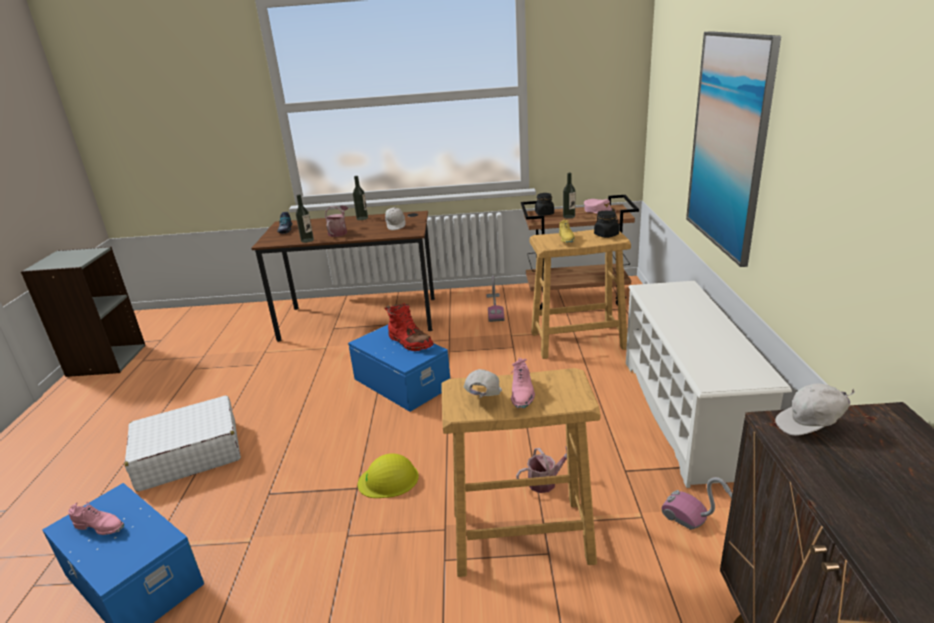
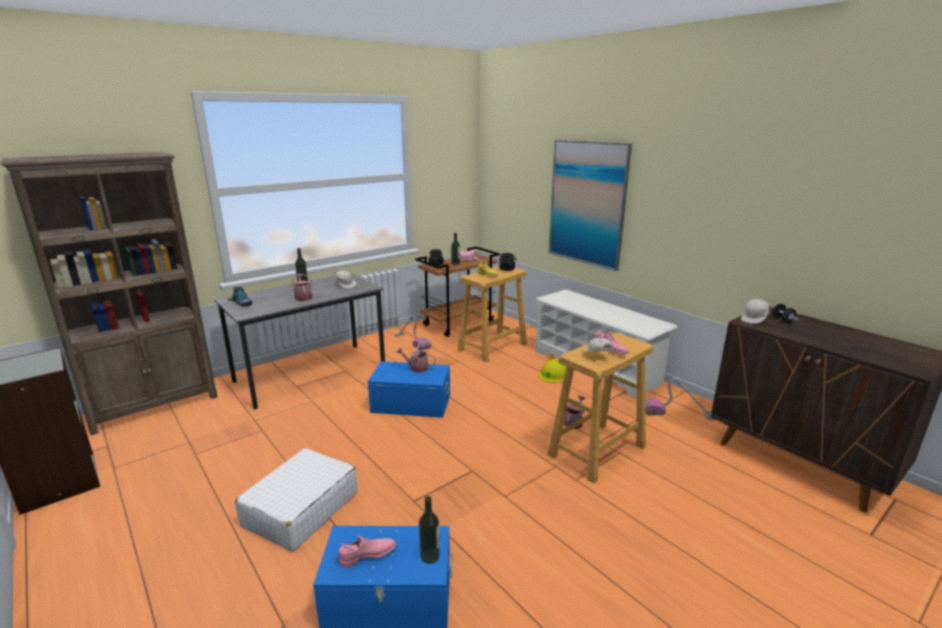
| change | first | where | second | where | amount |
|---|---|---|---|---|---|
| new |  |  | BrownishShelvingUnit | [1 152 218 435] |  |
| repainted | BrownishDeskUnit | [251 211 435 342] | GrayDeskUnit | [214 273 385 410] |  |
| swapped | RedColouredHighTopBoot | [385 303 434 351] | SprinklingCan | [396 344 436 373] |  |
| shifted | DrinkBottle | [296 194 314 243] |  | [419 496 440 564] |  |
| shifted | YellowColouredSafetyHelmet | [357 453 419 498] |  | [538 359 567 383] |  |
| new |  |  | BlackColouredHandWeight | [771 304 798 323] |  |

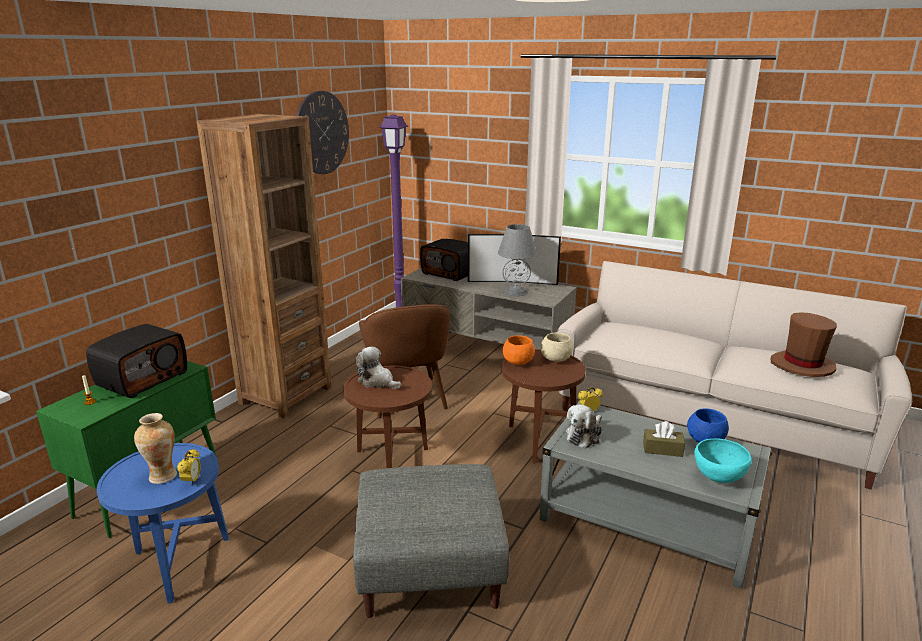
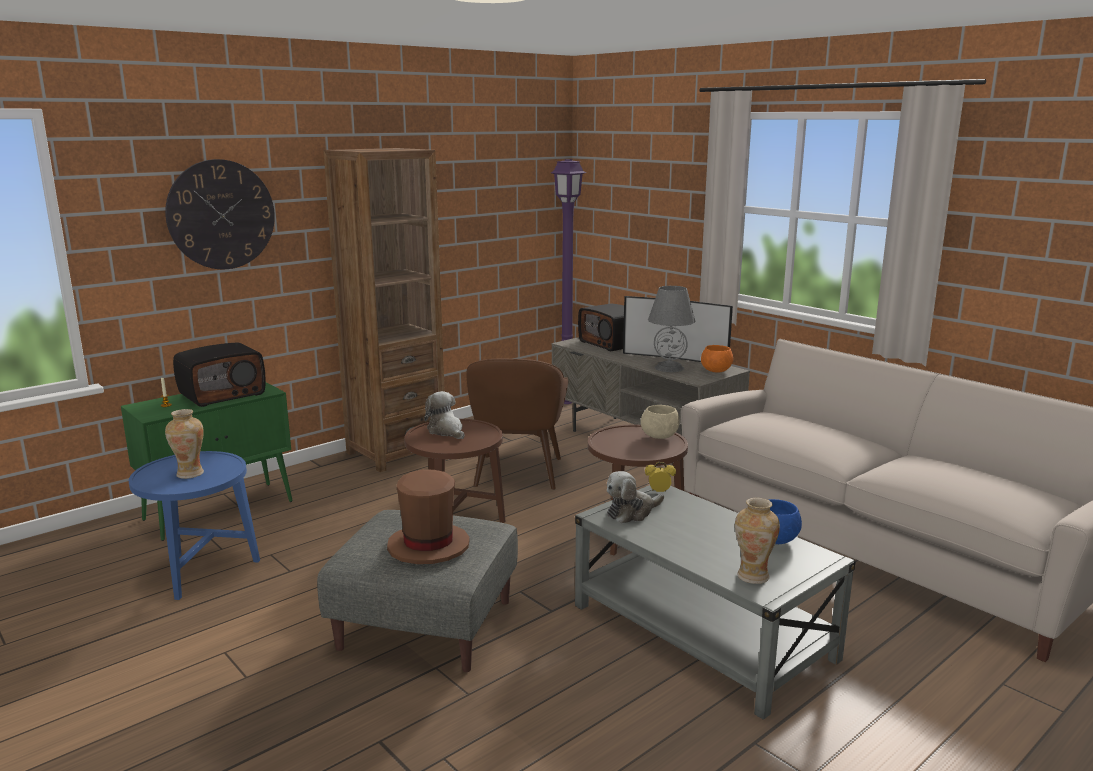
| change | first | where | second | where | amount |
|---|---|---|---|---|---|
| shifted | ClockOnTheWall | [296 91 349 174] |  | [165 159 275 269] |  |
| shifted | BrownishWearableHat | [770 313 837 377] |  | [387 469 470 564] |  |
| shifted | OrangeColouredServingBowl | [503 335 535 365] |  | [701 345 733 373] |  |
| swapped | TurquoiseColouredServingBowl | [694 438 752 483] | Vase | [735 498 780 584] |  |
| gone | AlarmClock | [177 449 201 485] |  |  |  |
| gone | BrownishTissueHolder | [643 421 685 457] |  |  |  |

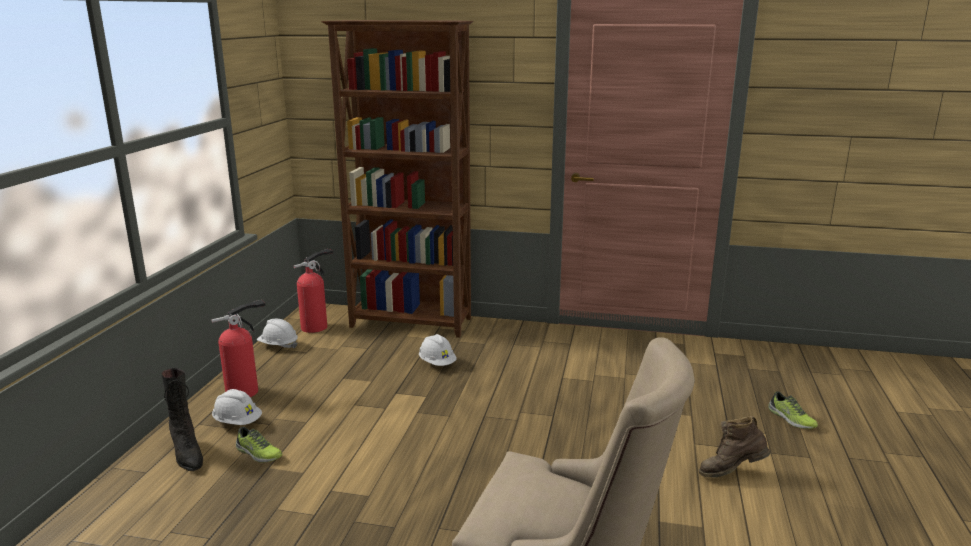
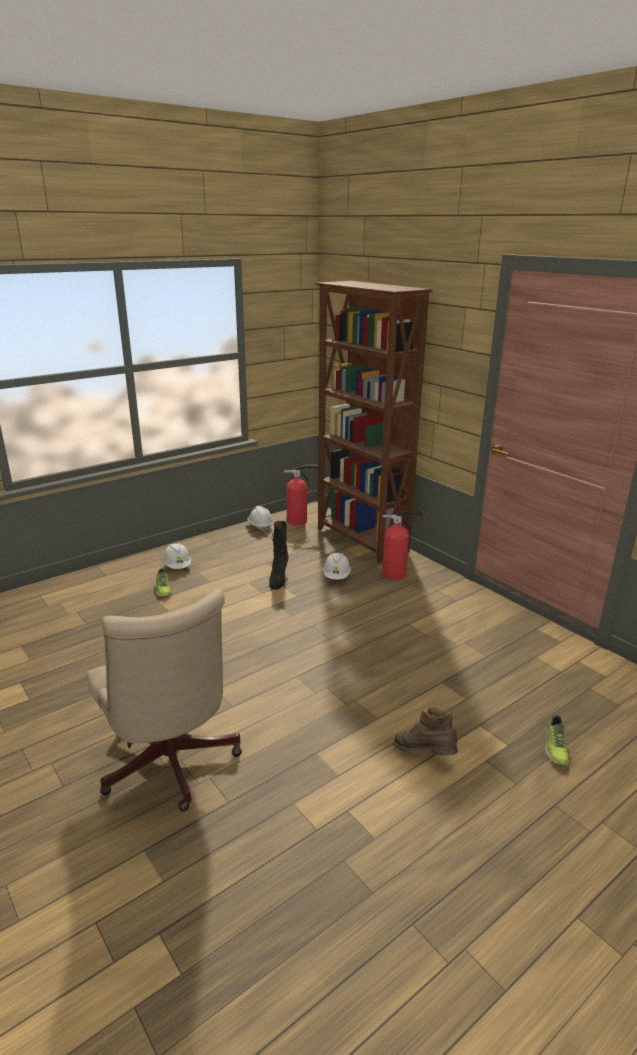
| change | first | where | second | where | amount |
|---|---|---|---|---|---|
| shifted | BlackColouredHighTopBoot | [161 368 203 472] |  | [269 521 288 590] |  |
| shifted | FireFightingCylinder | [211 300 266 397] |  | [382 510 423 580] |  |

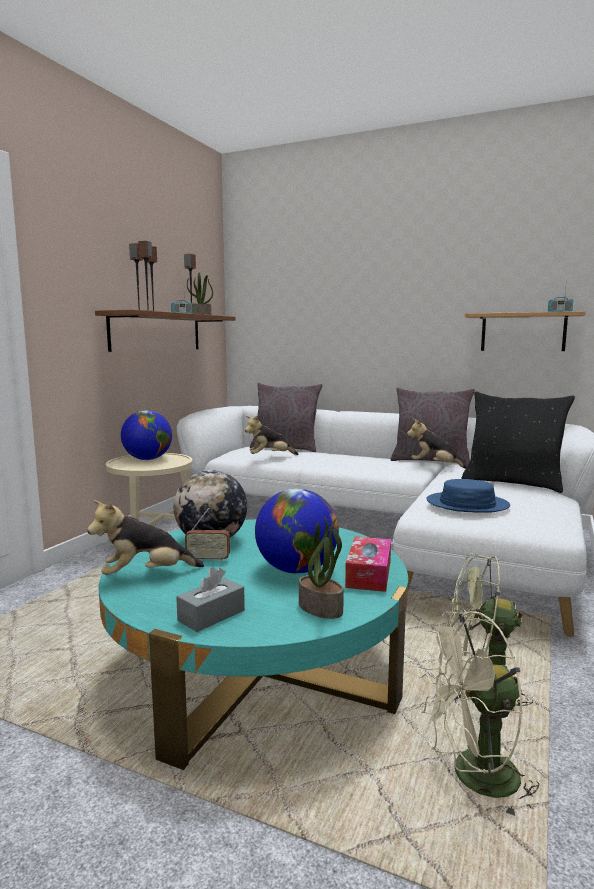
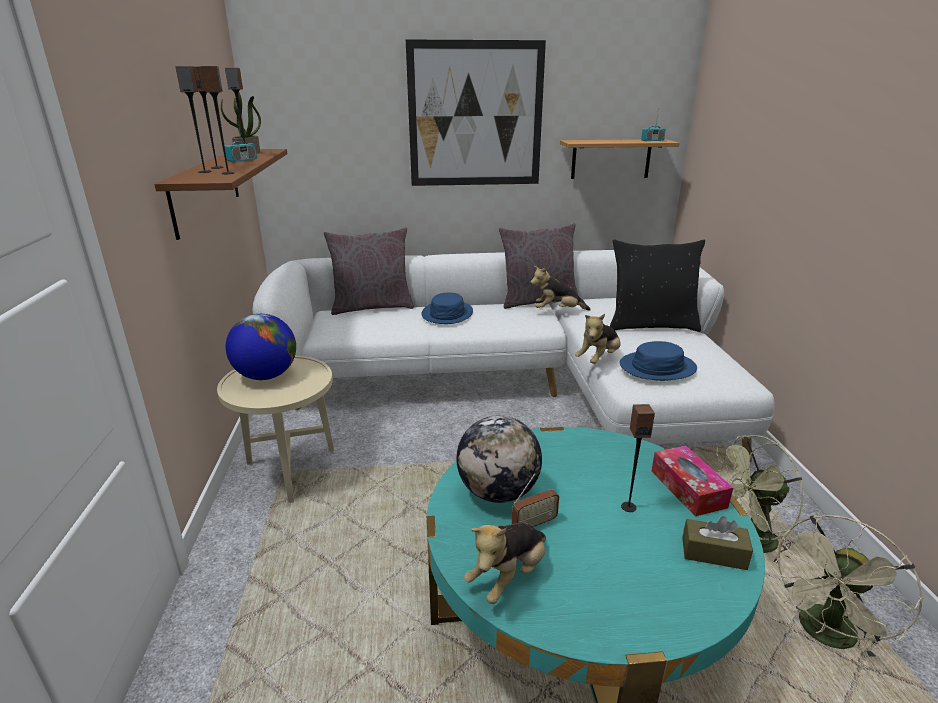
| change | first | where | second | where | amount |
|---|---|---|---|---|---|
| new |  |  | Picture | [406 40 546 186] |  |
| new |  |  | BlueWearableHat | [422 293 473 324] |  |
| shifted | PlushToy | [245 416 299 455] |  | [575 314 621 364] |  |
| swapped | DeskGlobe | [255 489 339 574] | Loudspeaker | [621 404 655 512] |  |
| swapped | Houseplant | [299 516 344 619] | BrownishTissueHolder | [682 516 753 570] |  |
| gone | GrayTissueHolder | [176 567 245 632] |  |  |  |

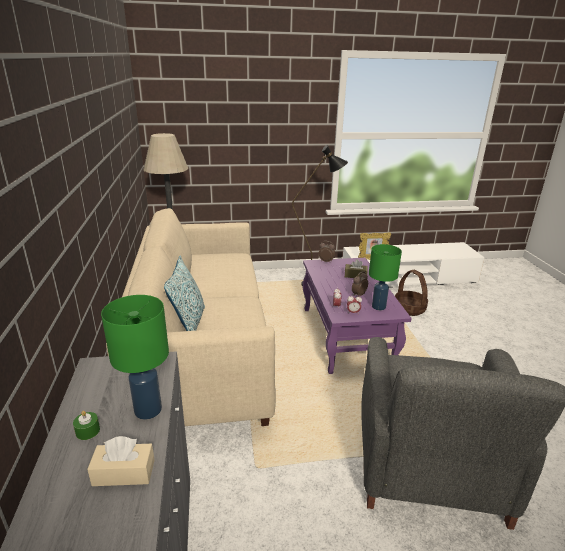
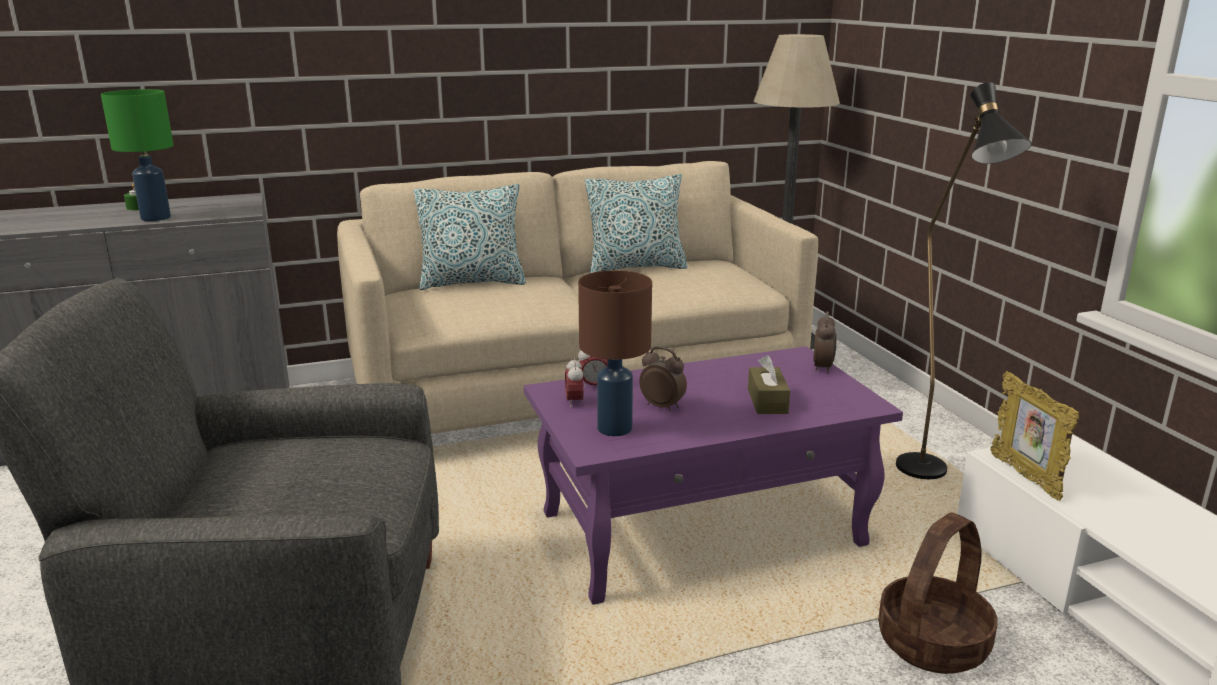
| change | first | where | second | where | amount |
|---|---|---|---|---|---|
| repainted | GreenLampForATable | [369 244 402 310] | BrownishLampForATable | [578 270 652 436] |  |
| new |  |  | ThrowPillow | [585 174 688 273] |  |
| gone | SandColouredTissueHolder | [87 436 155 486] |  |  |  |

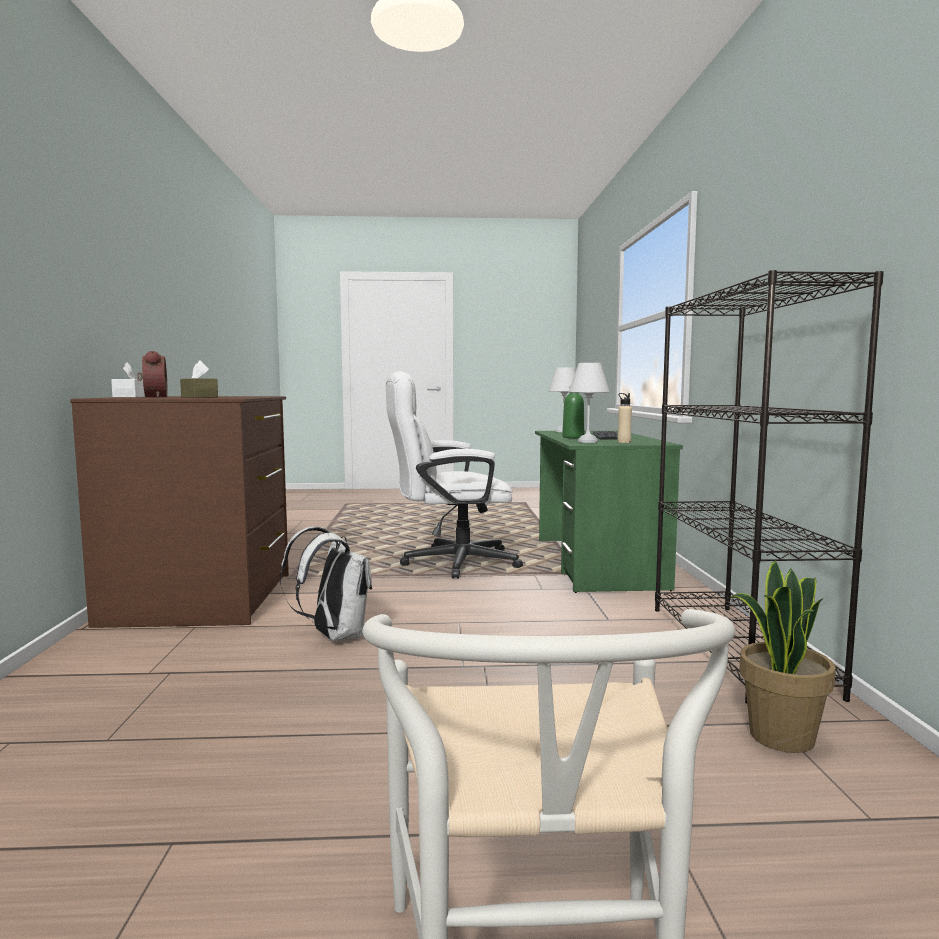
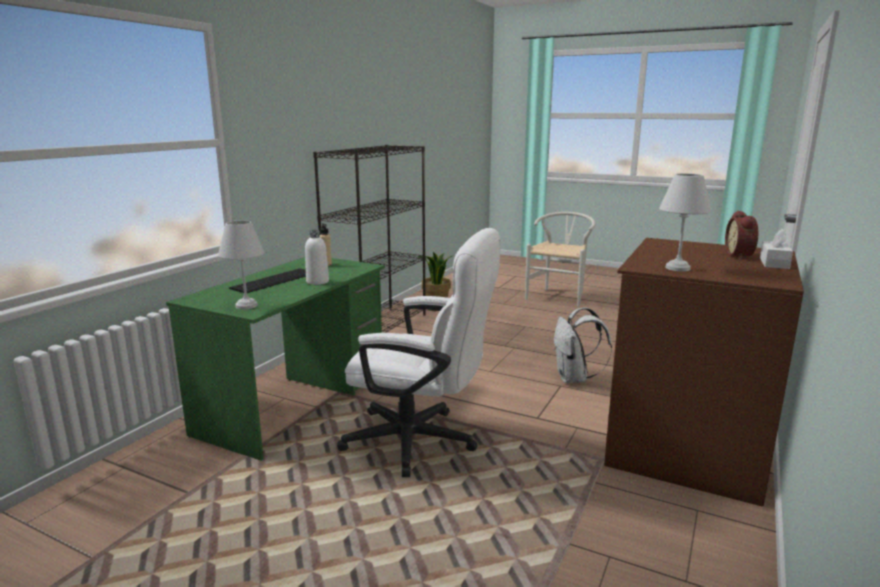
| change | first | where | second | where | amount |
|---|---|---|---|---|---|
| repainted | GreenDrinkBottle | [562 393 584 438] | WhiteDrinkBottle | [305 230 329 285] |  |
| shifted | WhiteLampForATable | [569 363 610 443] |  | [659 173 711 271] |  |
| gone | BrownishTissueHolder | [180 360 218 398] |  |  |  |

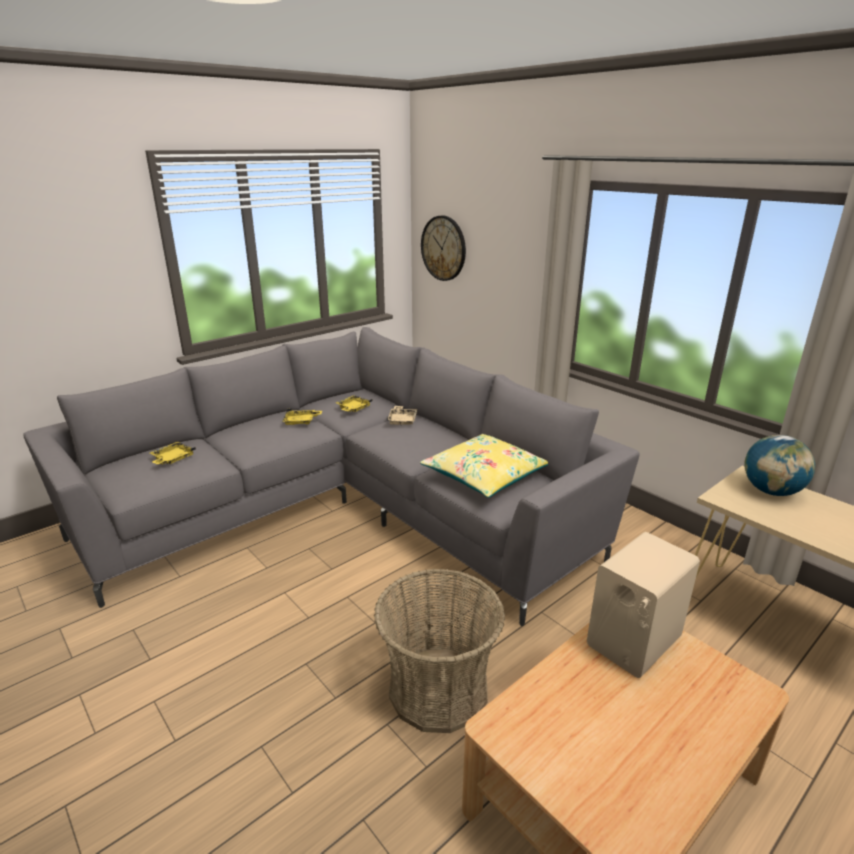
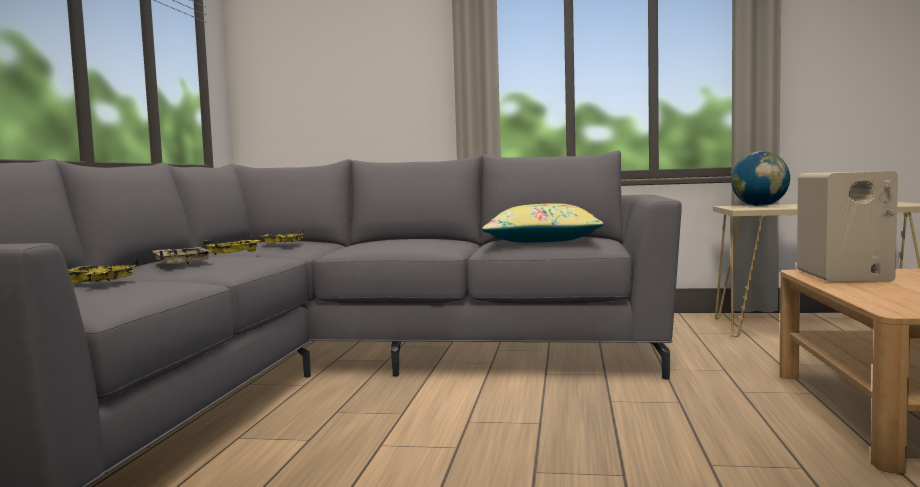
| change | first | where | second | where | amount |
|---|---|---|---|---|---|
| shifted | SandColouredCarryingTray | [387 406 417 426] |  | [152 247 212 264] |  |
| gone | Basket | [374 569 505 733] |  |  |  |
| gone | ClockOnTheWall | [421 216 466 281] |  |  |  |

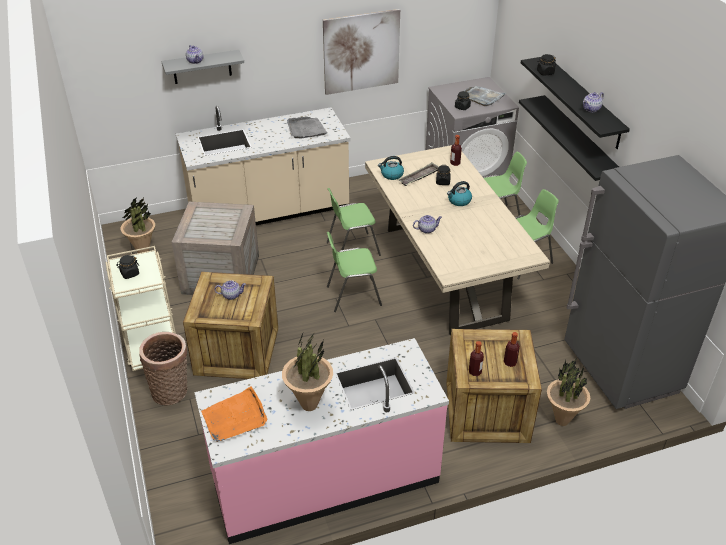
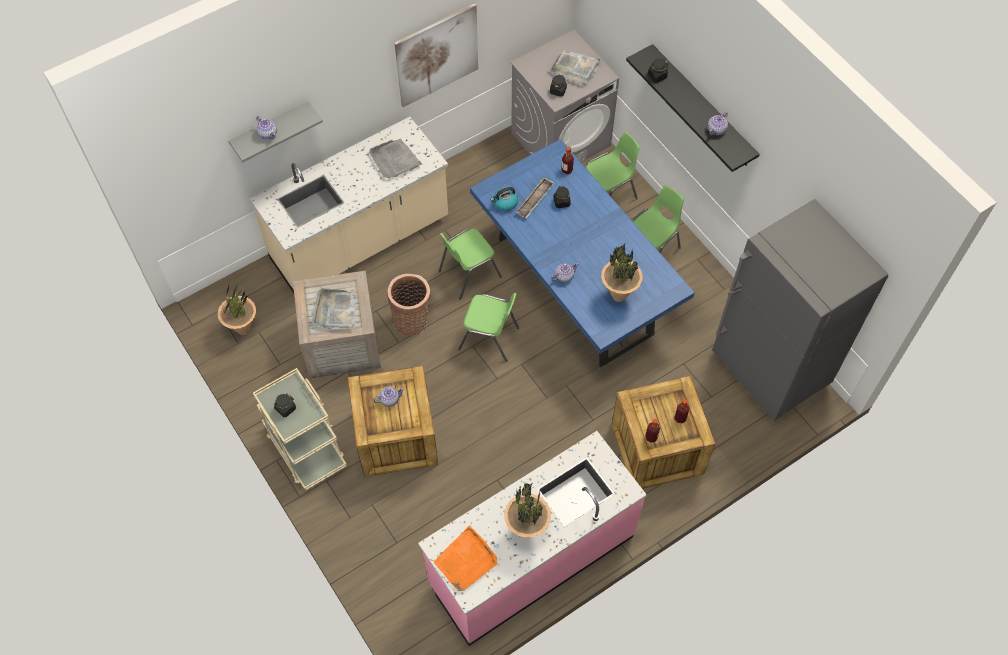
| change | first | where | second | where | amount |
|---|---|---|---|---|---|
| new |  |  | GrayCarryingTray | [312 288 356 329] |  |
| shifted | Basket | [139 332 187 405] |  | [387 274 431 337] |  |
| rotated | GreenUprightChair | [327 232 382 312] |  | [458 293 519 362] | 135 degrees counterclockwise |
| repainted | SandColouredDinnerTable | [365 145 550 335] | BlueDinnerTable | [470 139 695 367] |  |
| shifted | Houseplant | [547 358 590 426] |  | [601 244 643 302] |  |
| gone | TeaKettle | [447 181 472 206] |  |  |  |
| gone | BlackColouredWallShelf | [519 95 619 181] |  |  |  |

